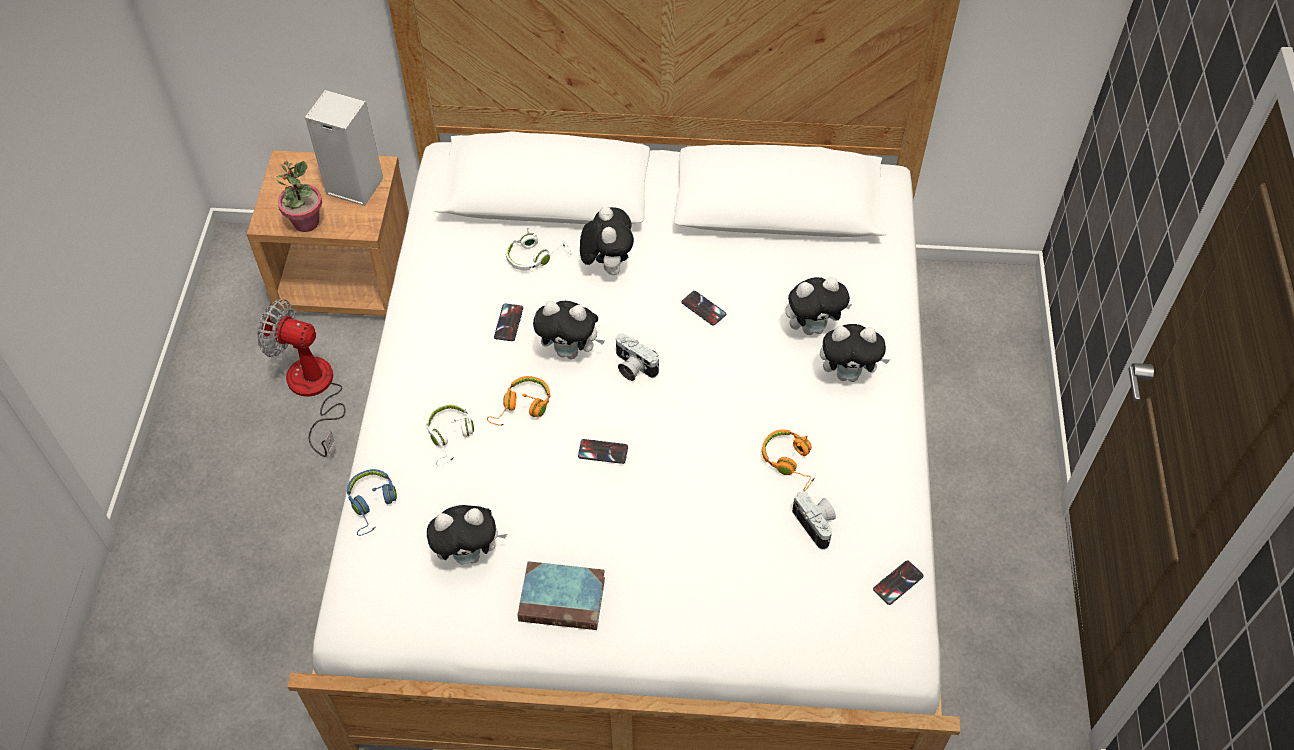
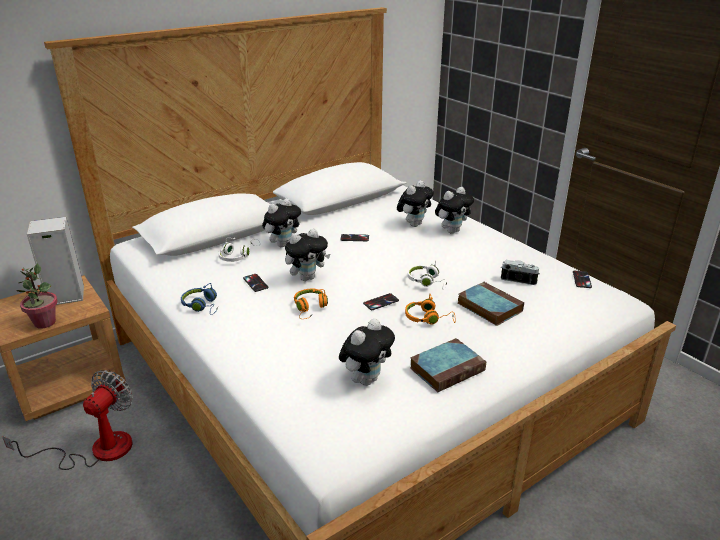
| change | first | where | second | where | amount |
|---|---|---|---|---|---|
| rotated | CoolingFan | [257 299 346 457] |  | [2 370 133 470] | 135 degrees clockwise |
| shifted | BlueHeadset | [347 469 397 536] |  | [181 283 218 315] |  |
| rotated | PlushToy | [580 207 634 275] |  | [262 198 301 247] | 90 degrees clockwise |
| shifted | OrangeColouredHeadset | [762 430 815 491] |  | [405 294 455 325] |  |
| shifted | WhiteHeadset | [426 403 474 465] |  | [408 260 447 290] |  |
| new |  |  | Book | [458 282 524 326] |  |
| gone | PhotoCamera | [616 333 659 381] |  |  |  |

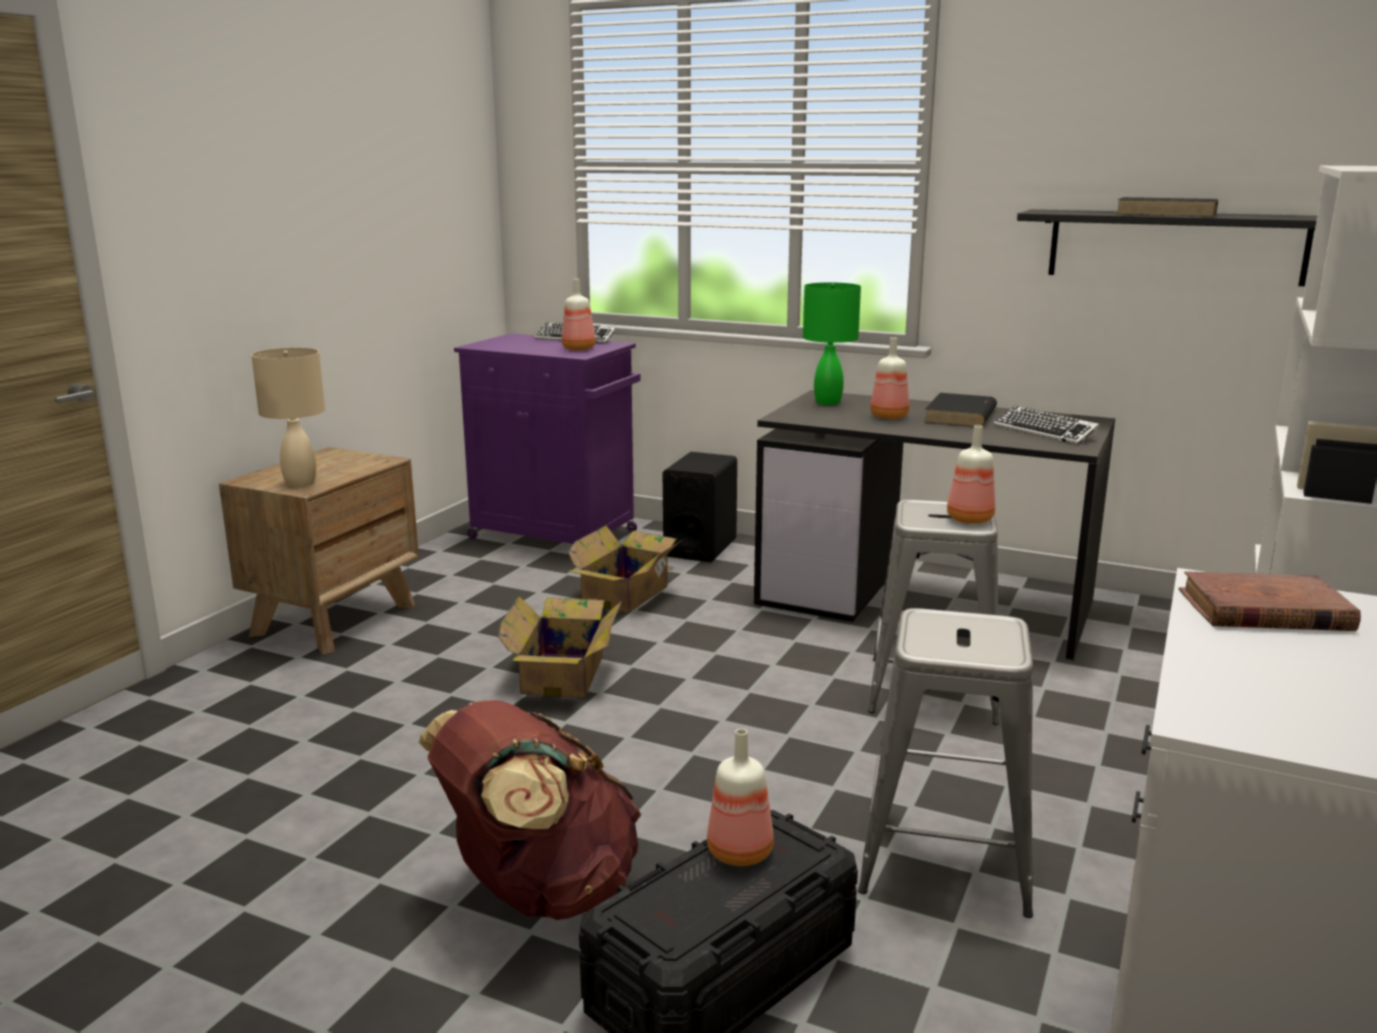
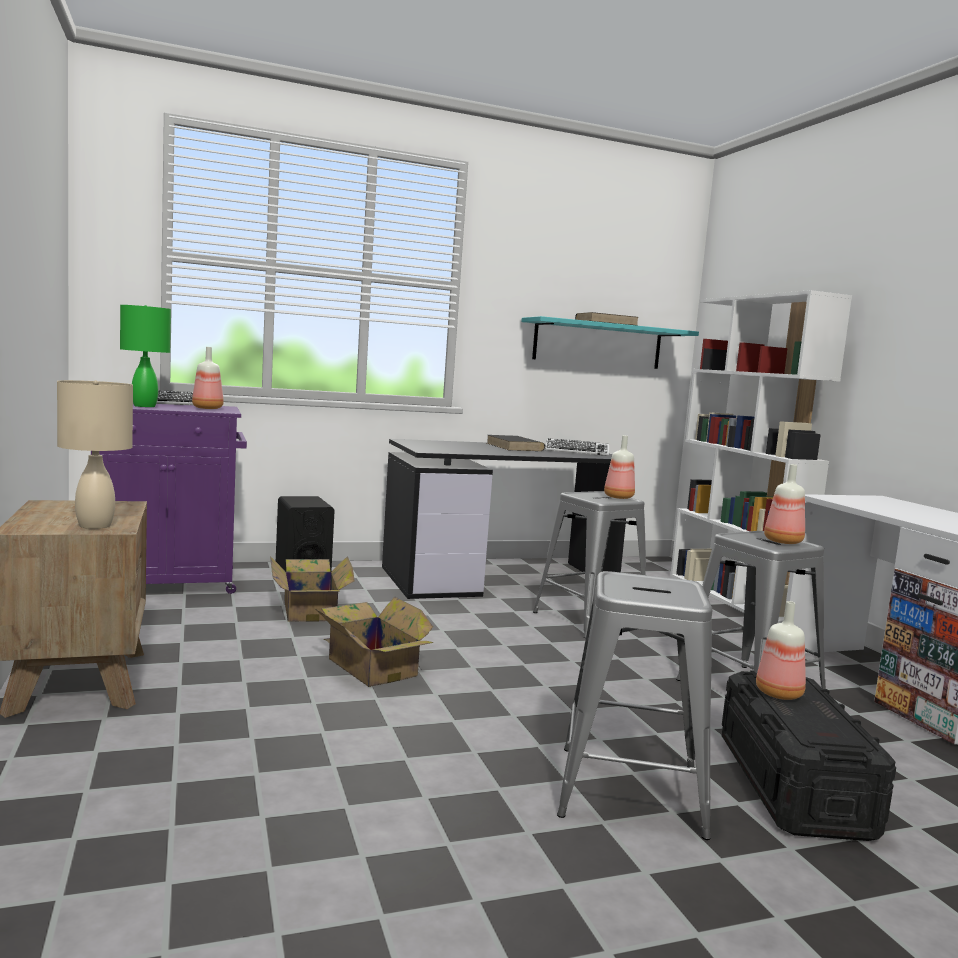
| change | first | where | second | where | amount |
|---|---|---|---|---|---|
| shifted | GreenLampForATable | [803 282 861 405] |  | [120 305 171 407] |  |
| repainted | BlackColouredWallShelf | [1017 209 1317 286] | TurquoiseColouredWallShelf | [521 316 699 369] |  |
| swapped | BrownishRucksack | [419 700 641 920] | GrayStool | [557 571 713 840] |  |
| shifted | DrinkBottle | [870 337 909 419] |  | [764 464 805 544] |  |
| gone | BrownishBook | [1179 571 1361 631] |  |  |  |

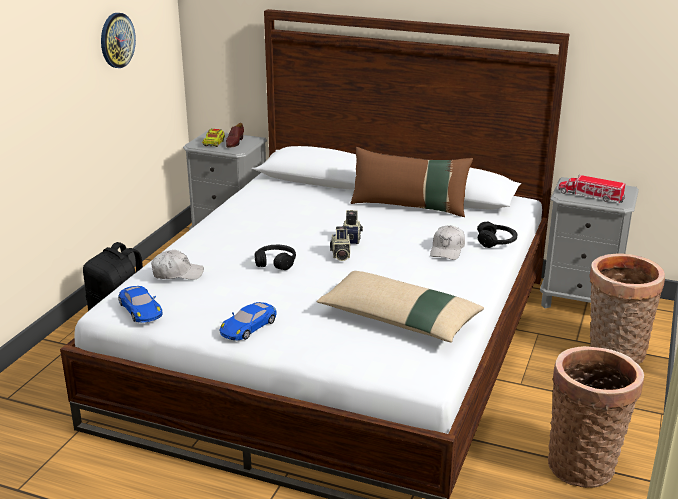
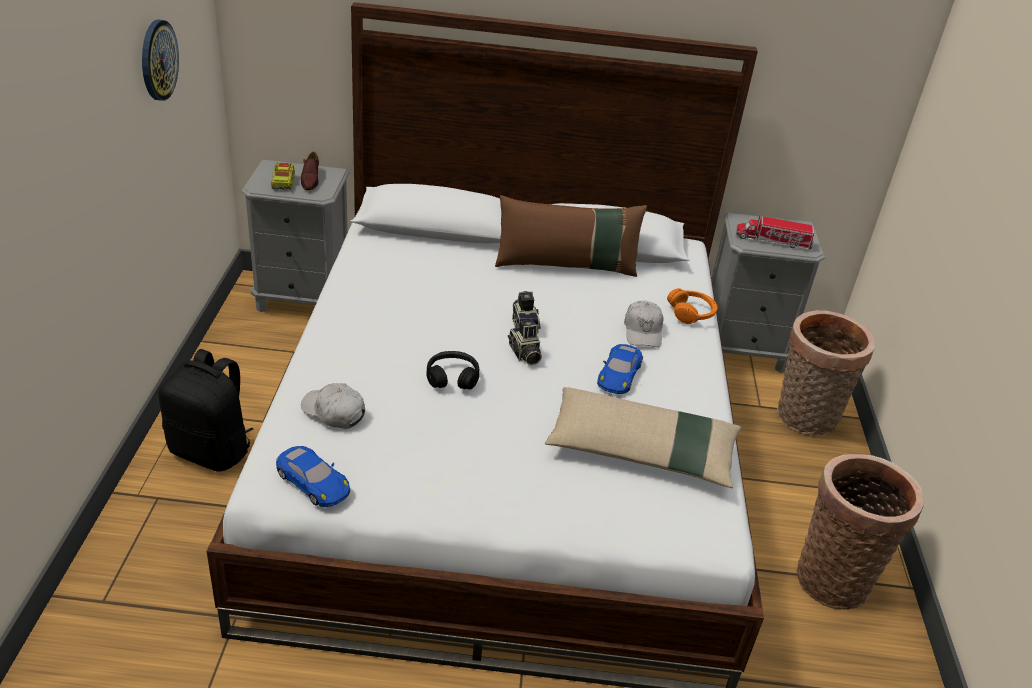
| change | first | where | second | where | amount |
|---|---|---|---|---|---|
| rotated | WhiteBaseballCap | [151 250 204 280] |  | [301 383 365 429] | 120 degrees counterclockwise |
| shifted | BlueModelCar | [220 302 277 340] |  | [597 344 643 394] |  |
| repainted | BlackColouredHeadset | [477 221 517 248] | OrangeColouredHeadset | [667 288 717 324] |  |

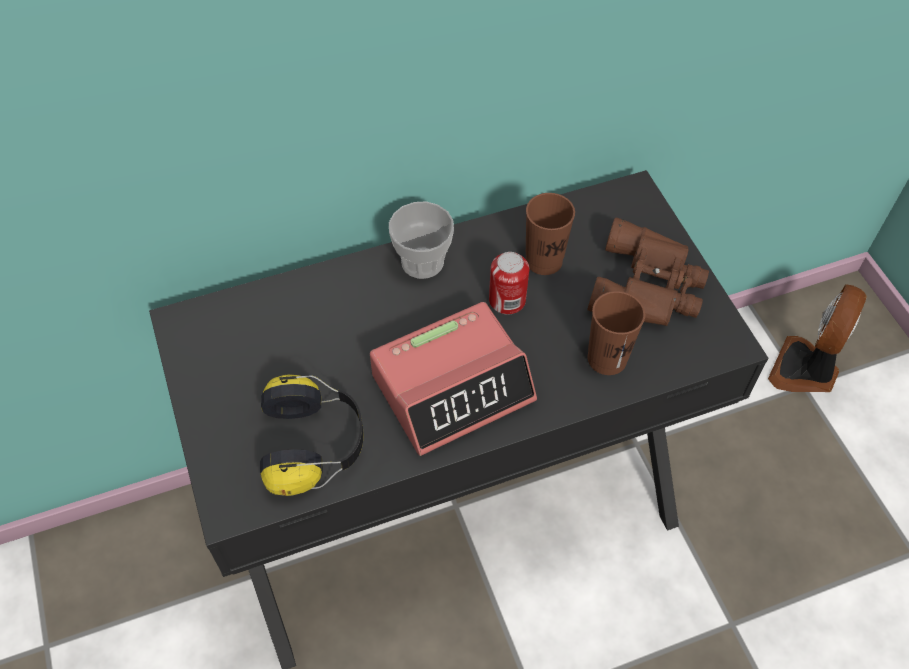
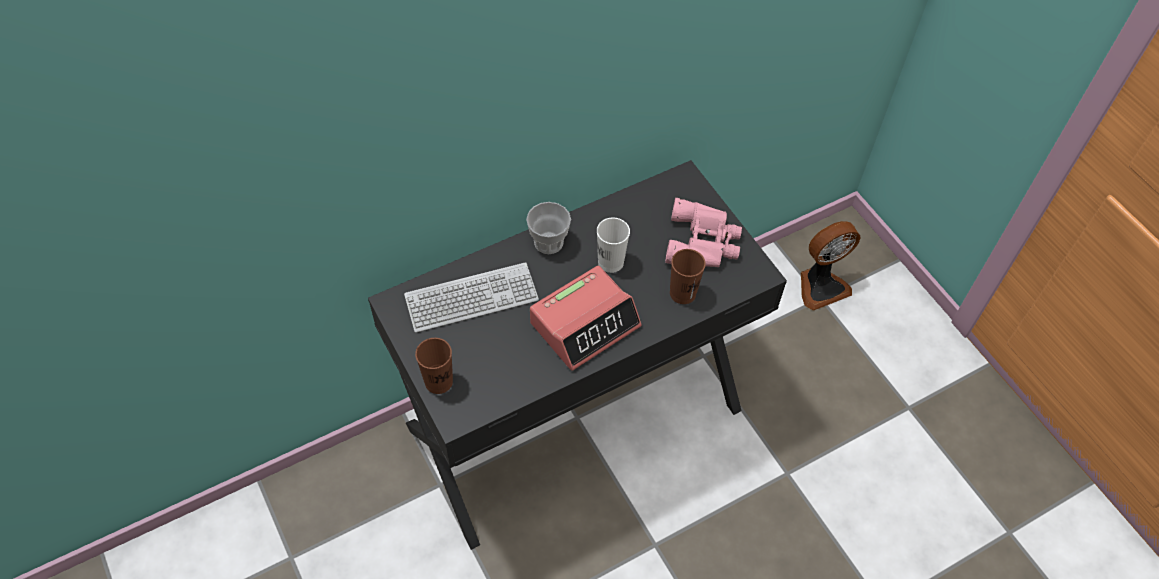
| change | first | where | second | where | amount |
|---|---|---|---|---|---|
| new |  |  | PcKeyboard | [404 262 539 333] |  |
| shifted | BrownishCup | [526 193 575 275] |  | [415 338 453 394] |  |
| swapped | MetalCan | [489 252 529 314] | WhiteCup | [597 218 630 273] |  |
| repainted | BrownishFieldGlasses | [587 218 709 326] | PinkishFieldGlasses | [665 198 742 267] |  |
| rotated | CoolingFan | [768 284 867 392] |  | [801 221 861 311] | 135 degrees counterclockwise |
| gone | Headset | [260 375 363 496] |  |  |  |

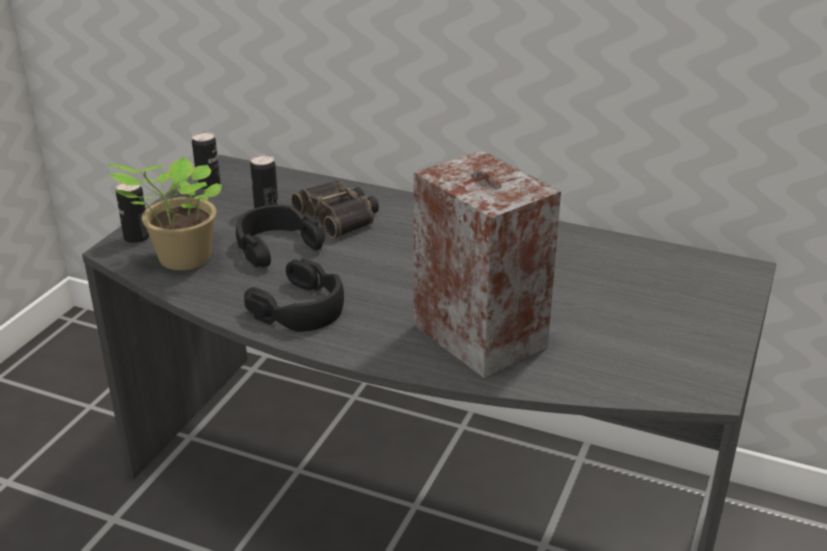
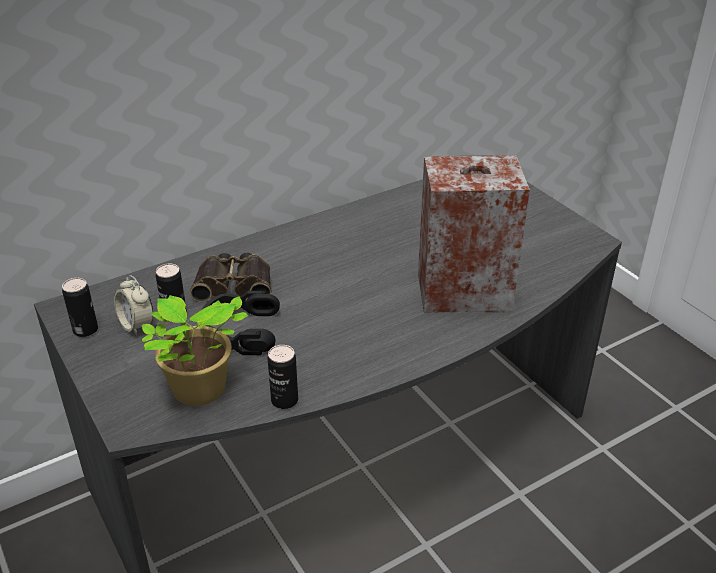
| change | first | where | second | where | amount |
|---|---|---|---|---|---|
| new |  |  | AlarmClock | [114 275 154 336] |  |
| shifted | MetalCan | [116 183 149 244] |  | [268 345 298 409] |  |
| gone | BlackColouredHeadset | [244 258 344 332] |  |  |  |

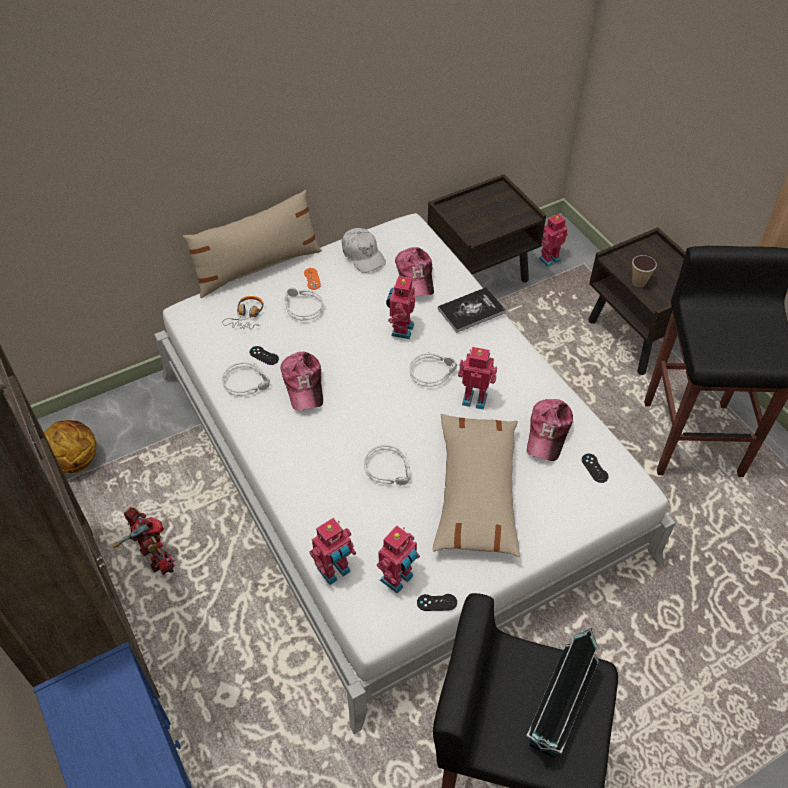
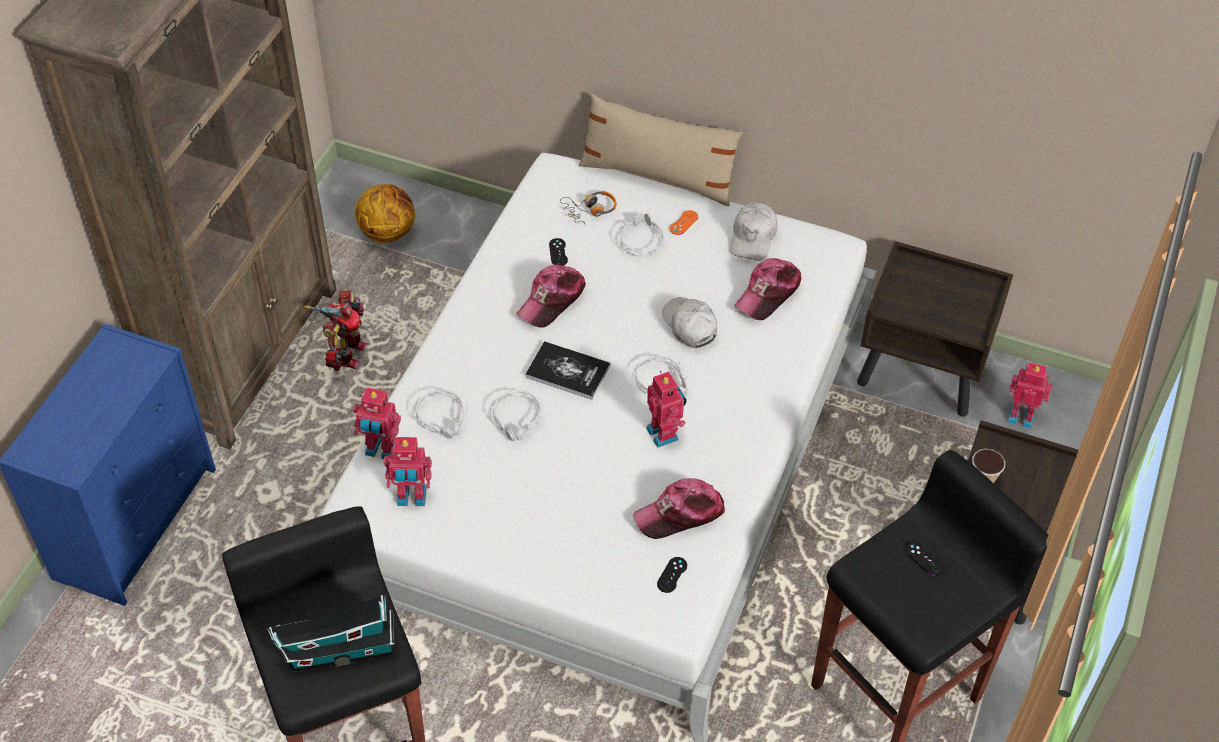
| change | first | where | second | where | amount |
|---|---|---|---|---|---|
| shifted | GrayHeadset | [222 362 270 396] |  | [416 390 468 439] |  |
| shifted | Book | [438 287 506 333] |  | [525 341 610 400] |  |
| swapped | ModelRobot | [386 274 415 339] | WhiteBaseballCap | [662 297 717 348] |  |
| shifted | BlackColouredGameController | [417 594 457 611] |  | [905 541 945 576] |  |
| gone | SandColouredThrowPillow | [433 414 520 557] |  |  |  |

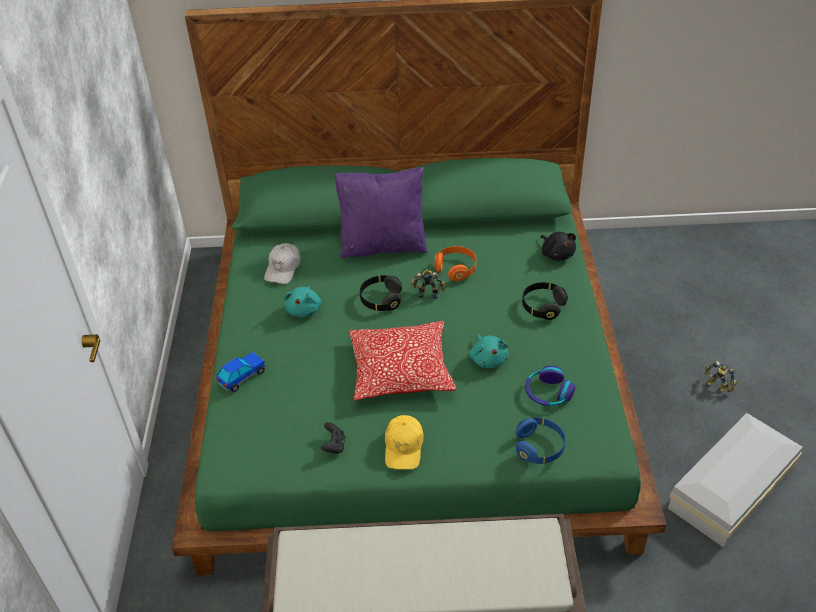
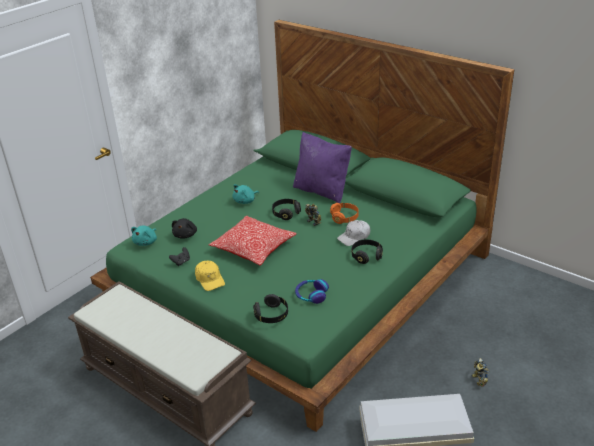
| change | first | where | second | where | amount |
|---|---|---|---|---|---|
| shifted | TurquoiseColouredPlushToy | [470 335 509 368] |  | [131 226 157 246] |  |
| shifted | BlackColouredPlushToy | [541 232 576 261] |  | [172 218 197 239] |  |
| rotated | YellowColouredBaseballCap | [385 415 424 469] |  | [195 261 225 291] | 75 degrees counterclockwise |
| repainted | BlueHeadset | [516 418 565 464] | BlackColouredHeadset | [253 294 288 323] |  |
| shifted | WhiteBaseballCap | [264 243 301 284] |  | [337 220 370 246] |  |
| gone | ModelCar | [216 352 266 393] |  |  |  |

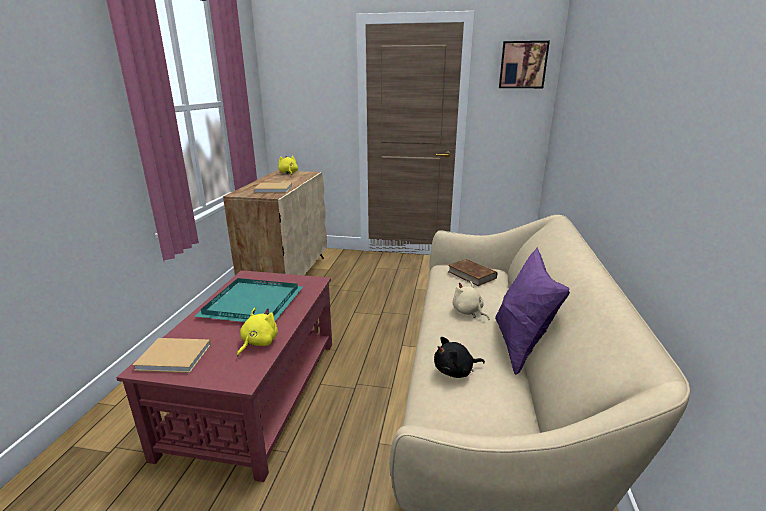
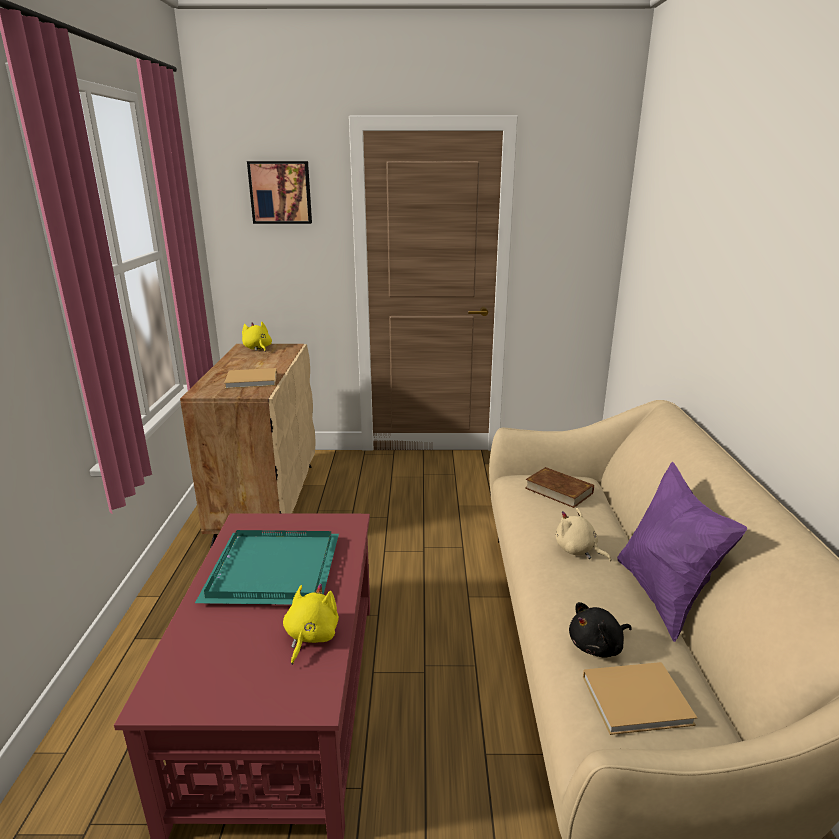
| change | first | where | second | where | amount |
|---|---|---|---|---|---|
| shifted | Picture | [499 41 550 88] |  | [247 161 312 224] |  |
| shifted | SandColouredBook | [132 338 211 373] |  | [583 662 697 735] |  |

